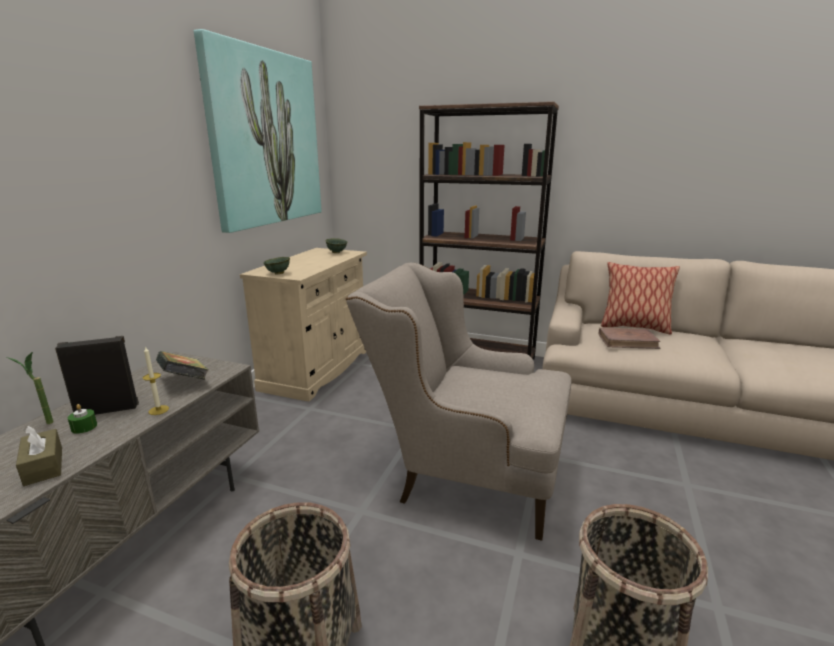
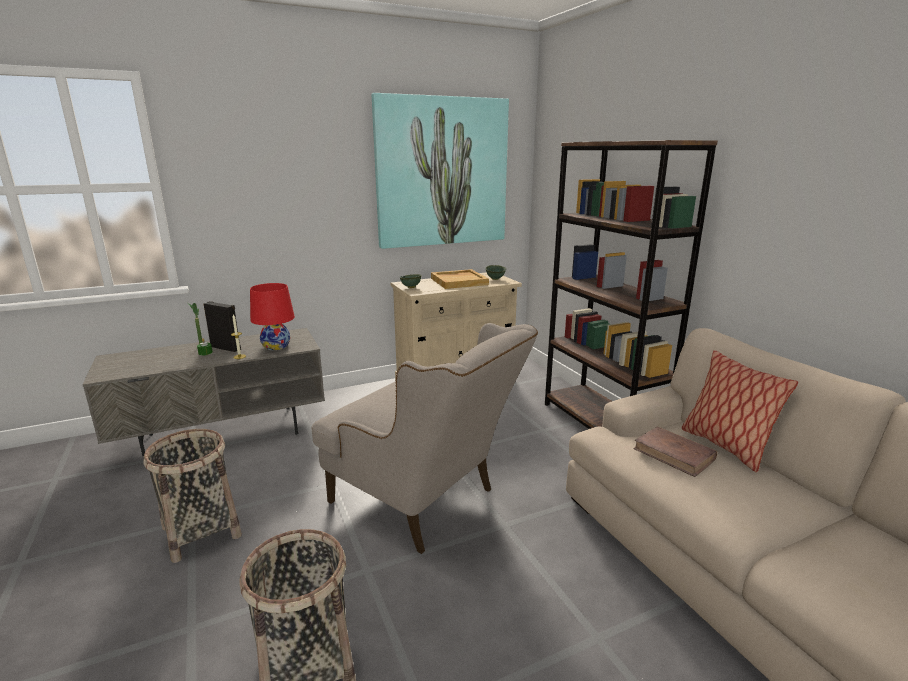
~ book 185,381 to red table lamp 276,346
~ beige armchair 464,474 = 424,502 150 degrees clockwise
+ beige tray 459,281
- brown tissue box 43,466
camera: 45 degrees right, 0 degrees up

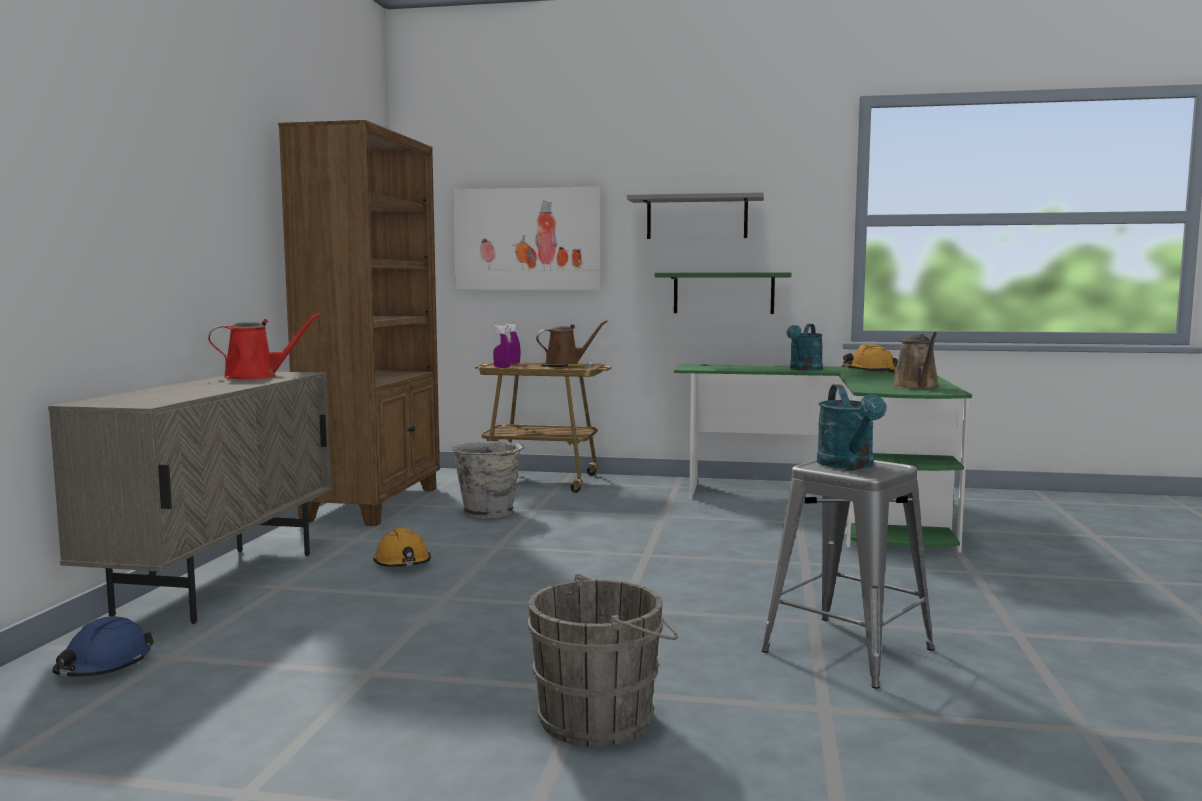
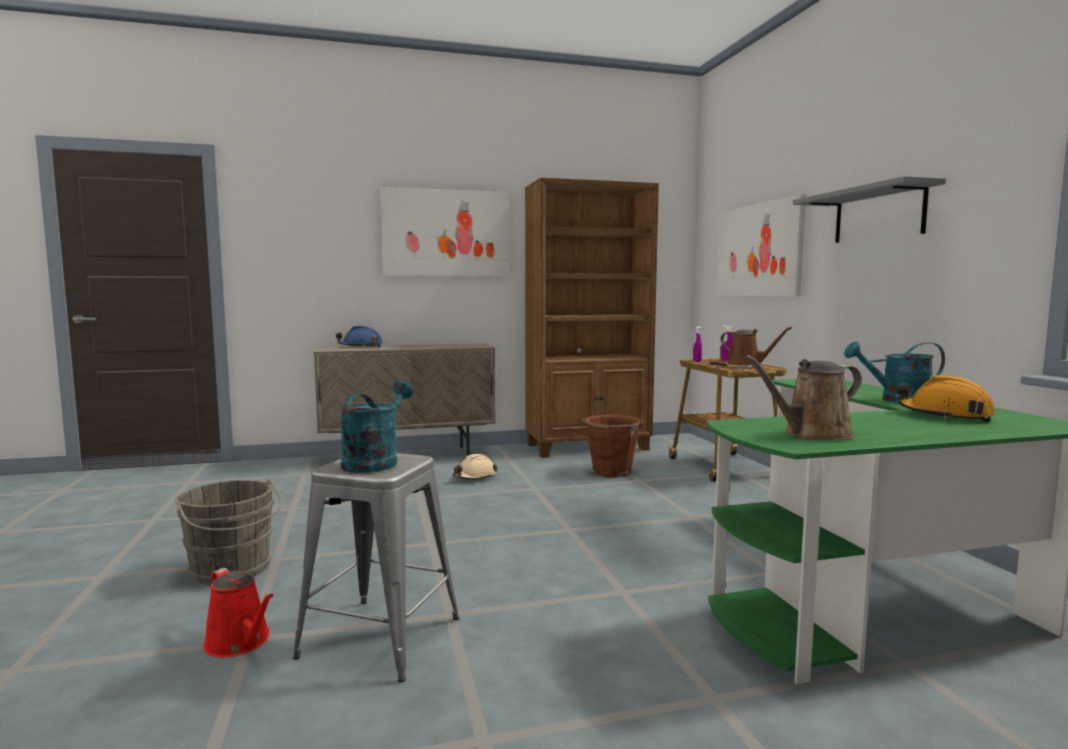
~ red watering can 256,376 to 240,643
~ blue hard hat 104,666 to 360,347
~ turquoise watering can 849,465 = 375,461 135 degrees clockwise
+ picture 446,233
~ orange hard hat 402,563 to beige hard hat 474,477
~ grey bucket 489,513 to brown bucket 611,472
- green shelf 723,293
camera: 65 degrees right, 0 degrees up

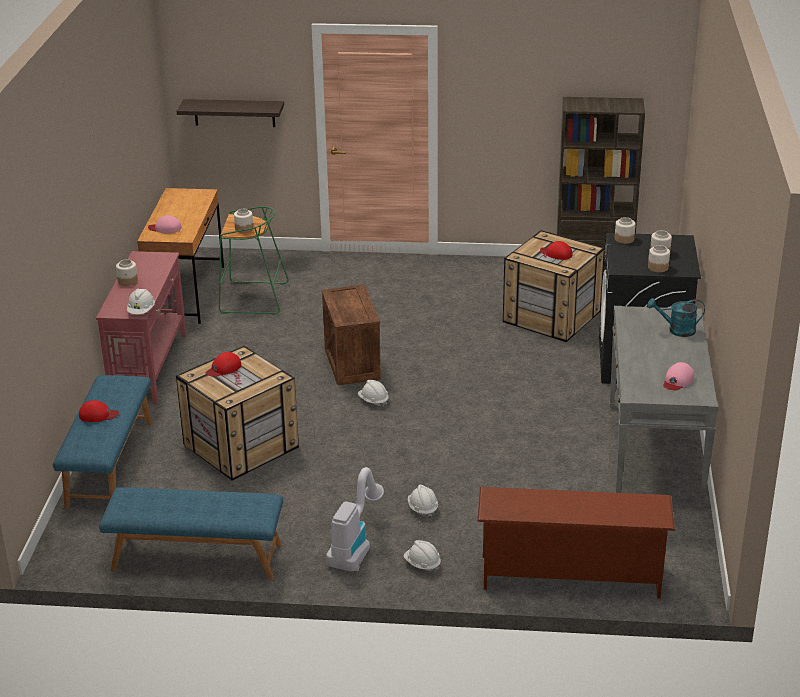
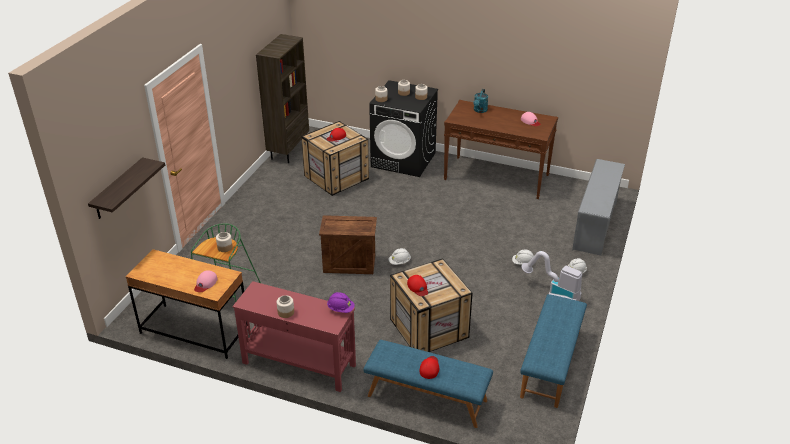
~ white hard hat 141,311 to purple hard hat 340,309
~ grey console table 654,456 to brown console table 497,177
~ brown shoe rack 570,578 to grey shoe rack 596,226
camera: 75 degrees left, 5 degrees up

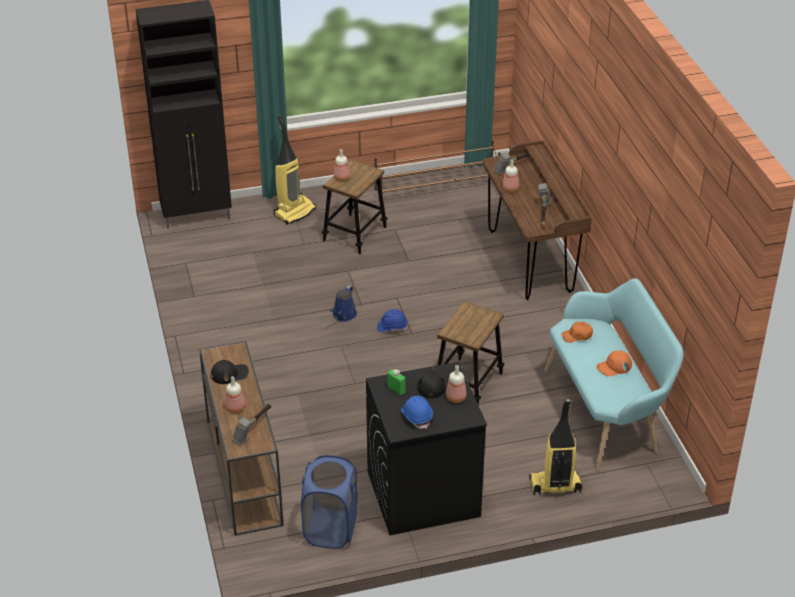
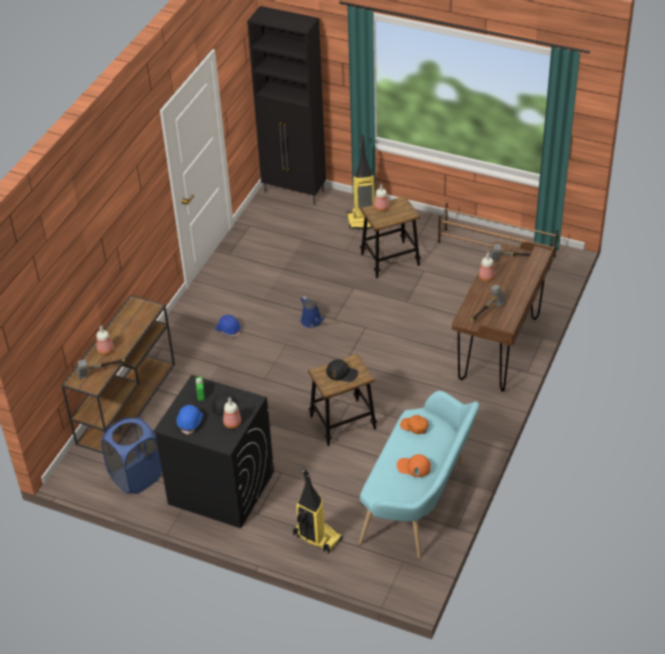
~ blue hard hat 392,327 to 228,330
~ blue watering can 343,315 = 312,322 90 degrees counterclockwise
~ black cap 229,374 to 342,373
camera: 40 degrees right, 5 degrees up

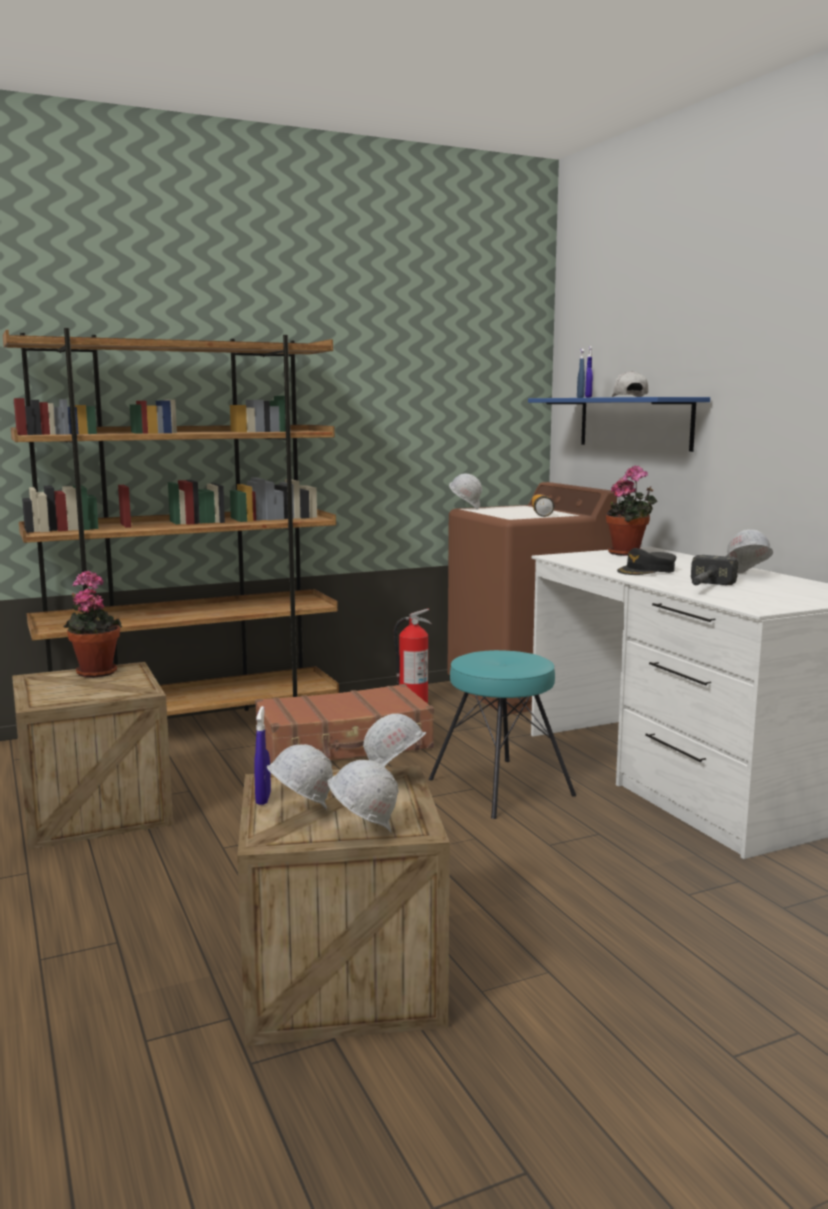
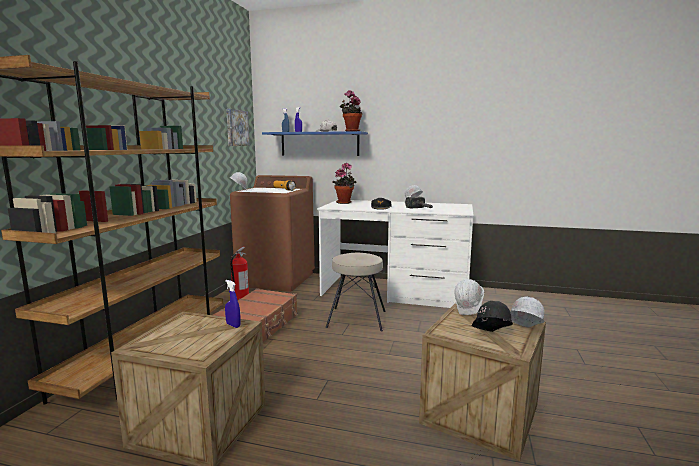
~ blue spray bottle 263,798 to 233,325
+ picture 236,128
~ turquoise stool 499,788 to beige stool 357,319
~ potted plant 95,671 to 351,131
~ white hard hat 300,814 to black hard hat 490,337
camera: 50 degrees left, 0 degrees up

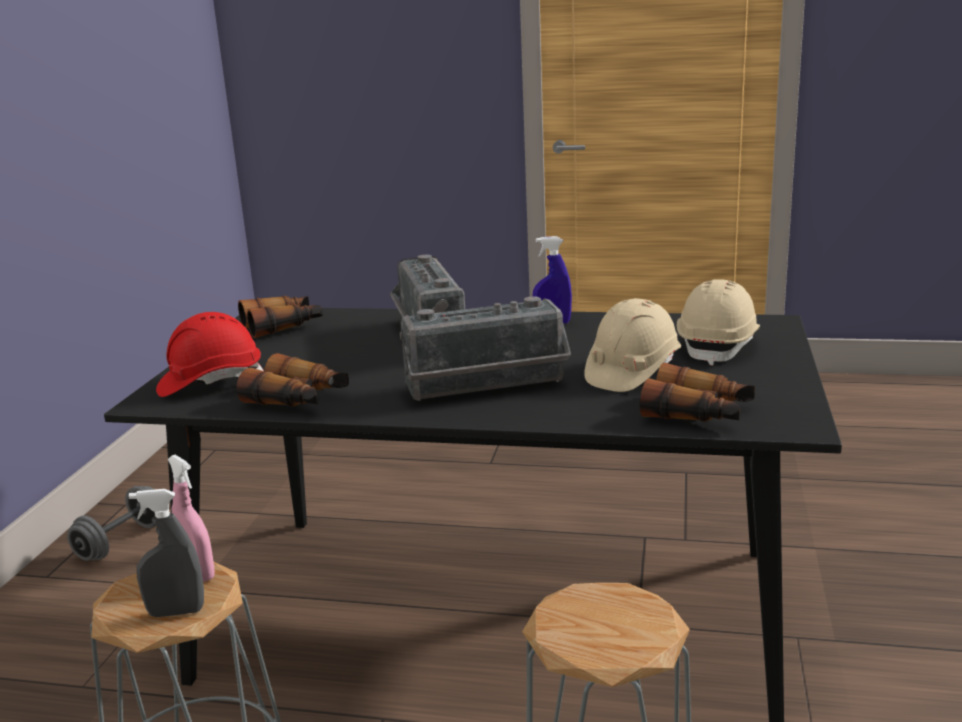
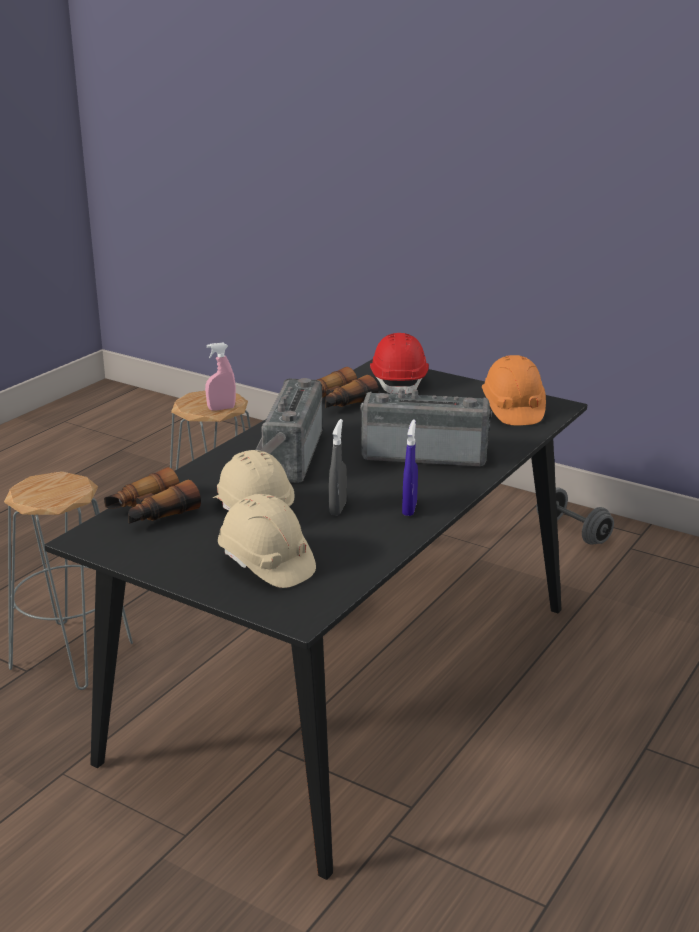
~ grey spray bottle 176,612 to 338,508
~ binoculars 283,326 to orange hard hat 512,410
camera: 110 degrees right, 5 degrees up

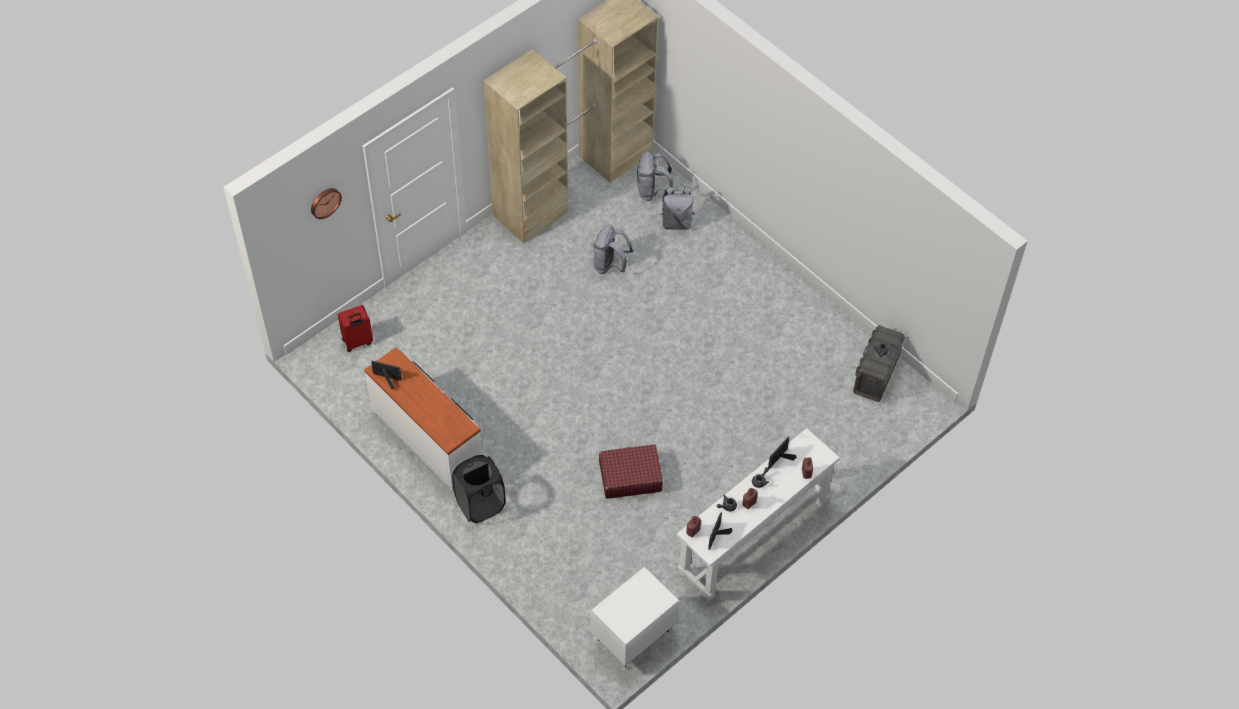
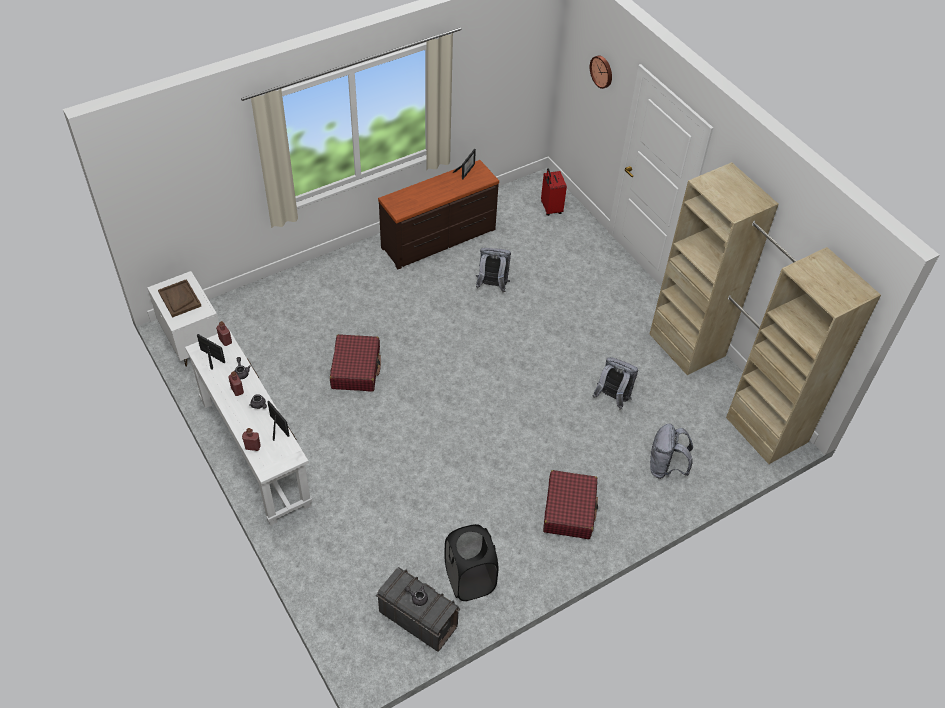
+ brown tray 179,299
~ white dresser 428,438 to brown dresser 439,239
~ black laundry basket 480,504 to 469,579
~ grey backpack 652,191 to 492,286
+ red suitcase 569,510
camera: 100 degrees right, 5 degrees down

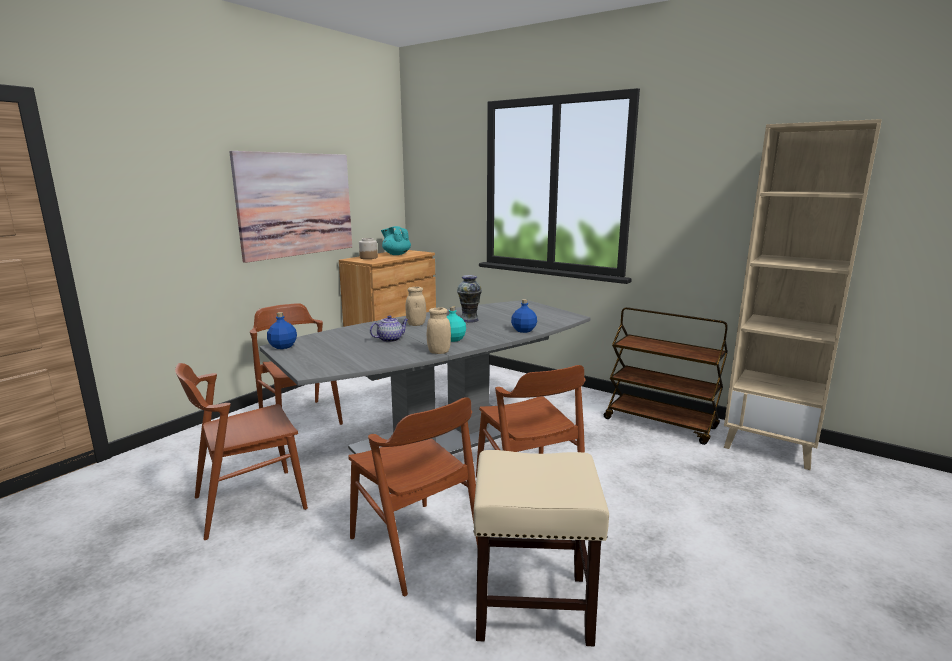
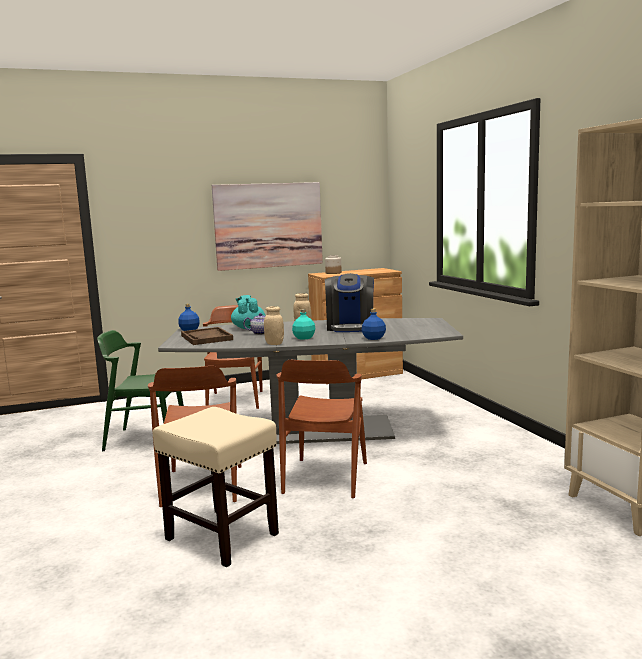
~ brown chair 249,502 to green chair 145,439
+ brown tray 206,338
~ turquoise teapot 396,254 to 248,327
~ vase 469,320 to coffee machine 350,327
- brown cart 661,423
camera: 35 degrees right, 5 degrees down

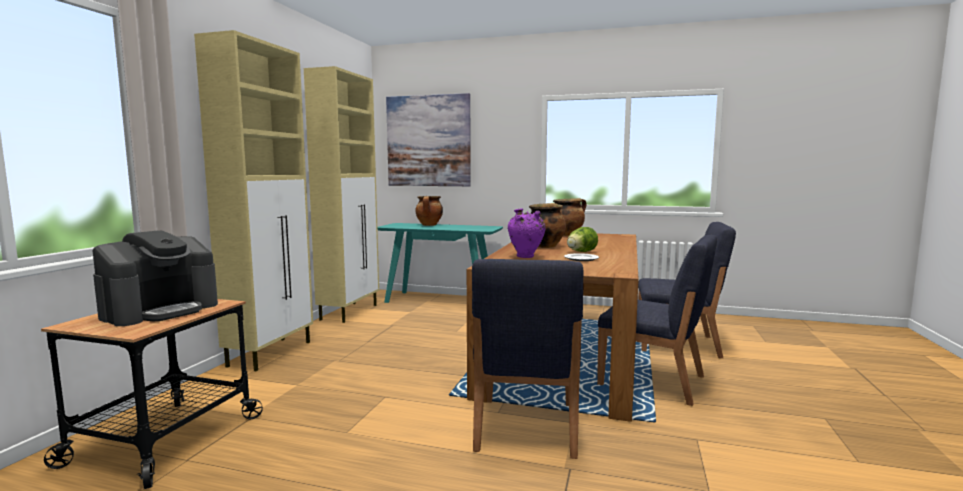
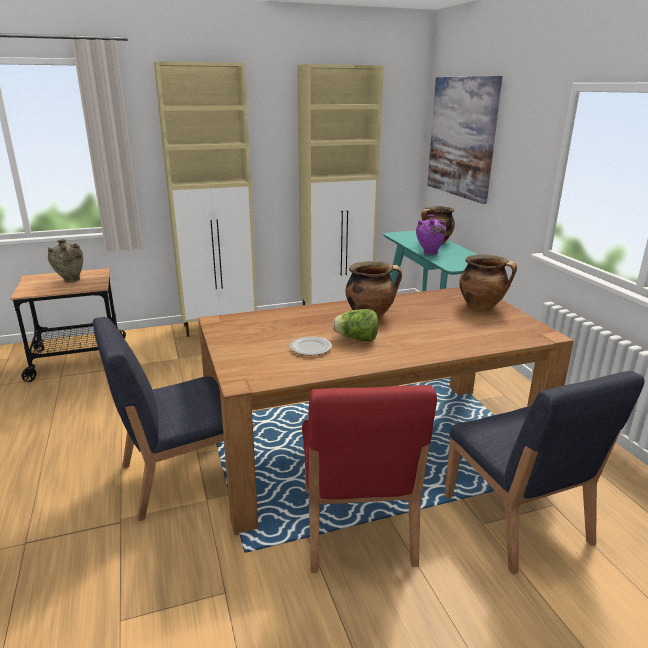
~ coffee machine 161,310 to beige vase 70,281
~ blue chair 653,381 to red chair 356,526
~ purple vase 526,257 to 429,253
camera: 55 degrees right, 15 degrees up

